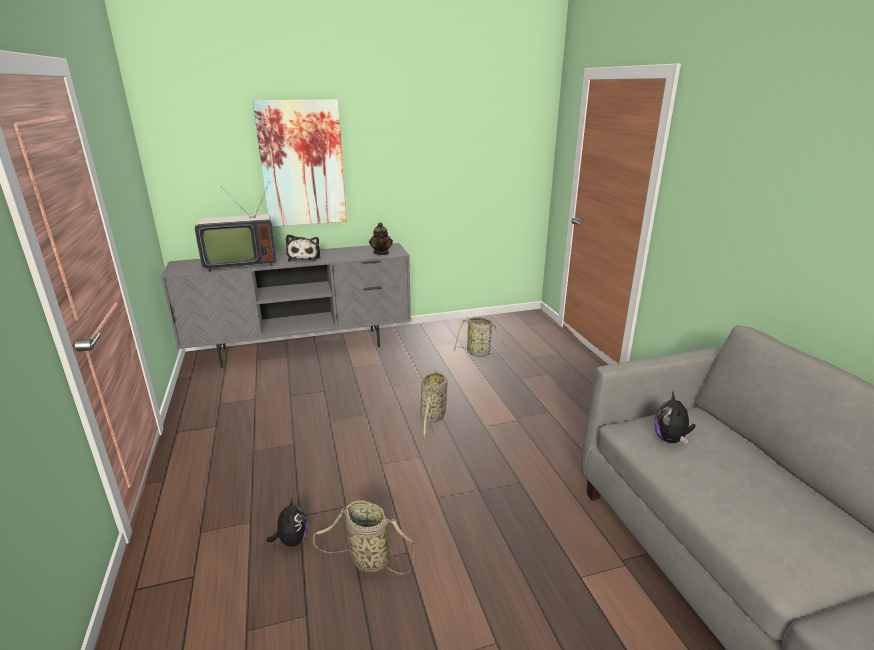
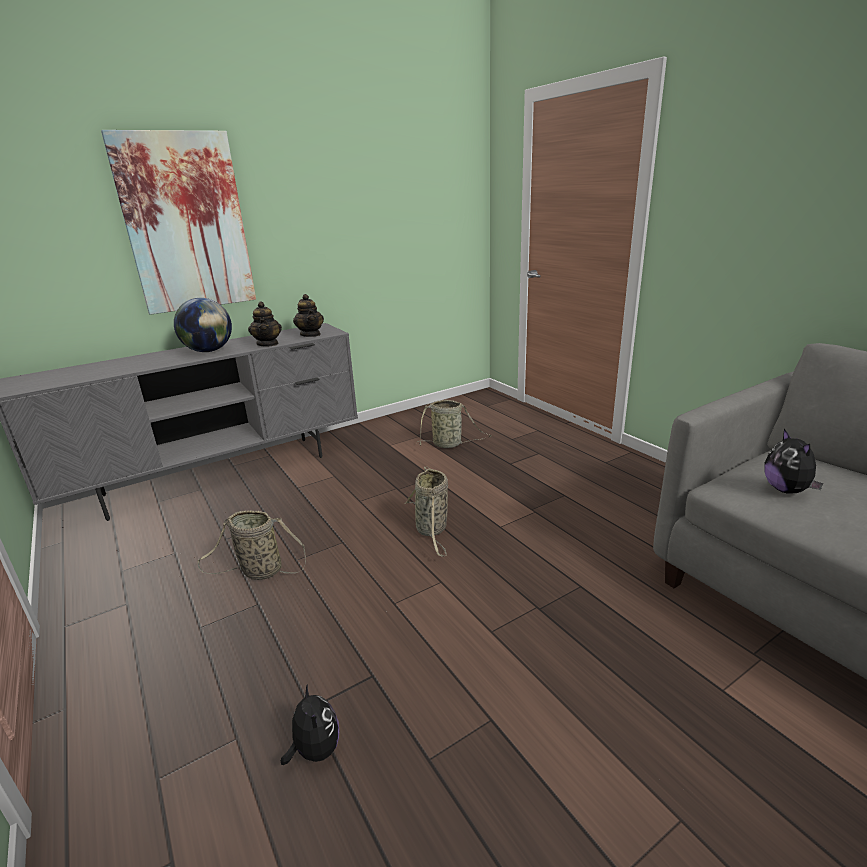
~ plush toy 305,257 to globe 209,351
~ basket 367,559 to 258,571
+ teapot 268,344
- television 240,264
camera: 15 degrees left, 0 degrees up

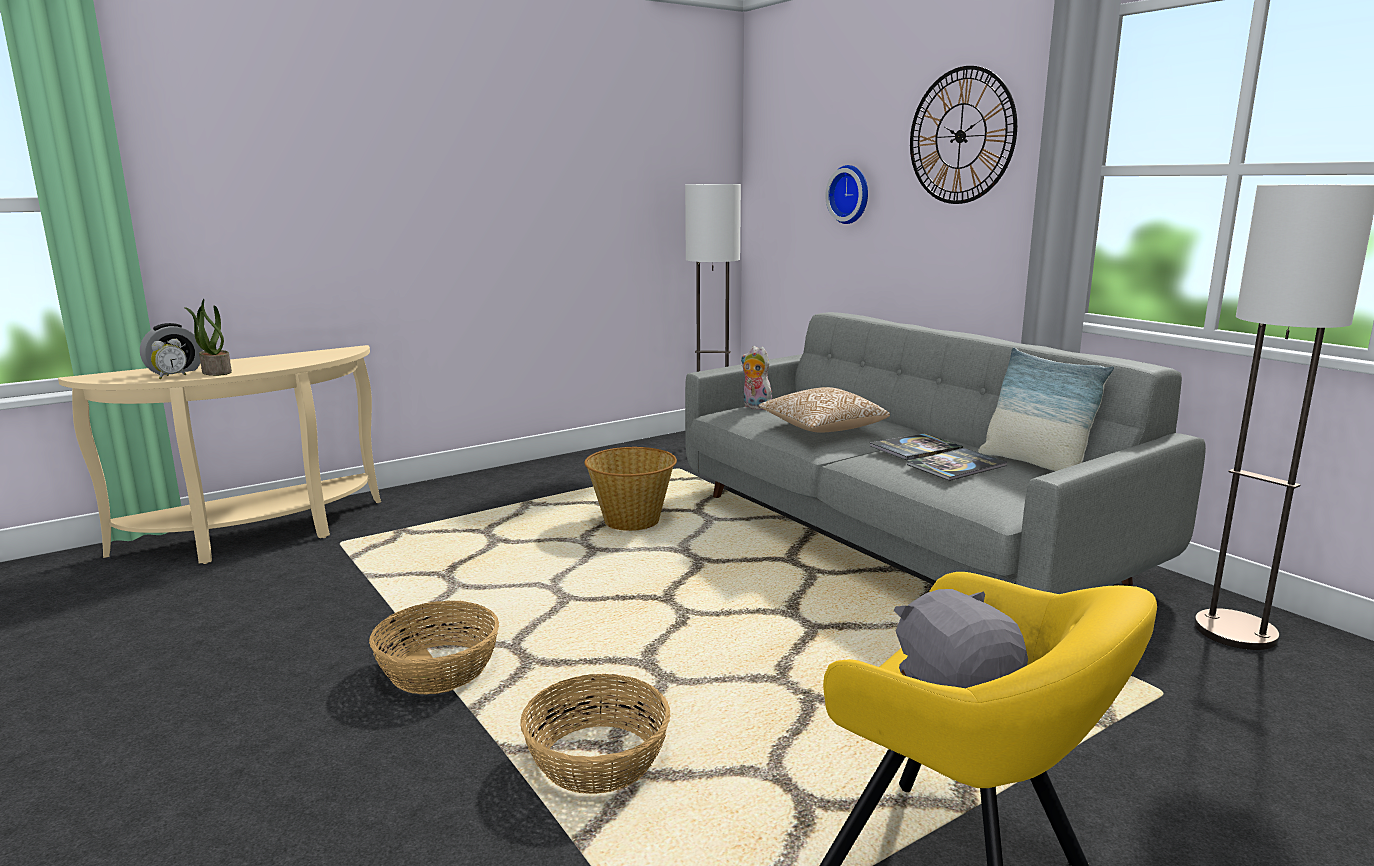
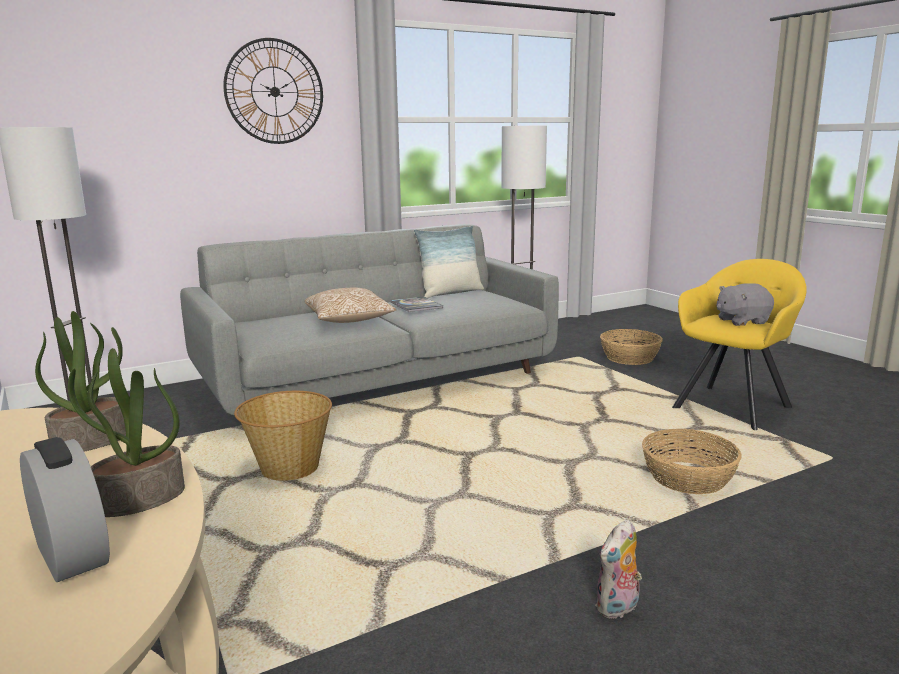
+ potted plant 91,440
~ plush toy 755,407 to 618,608
~ basket 440,669 to 629,358
- alarm clock 171,376
- wall clock 850,194
- book 956,466
camera: 85 degrees left, 0 degrees up

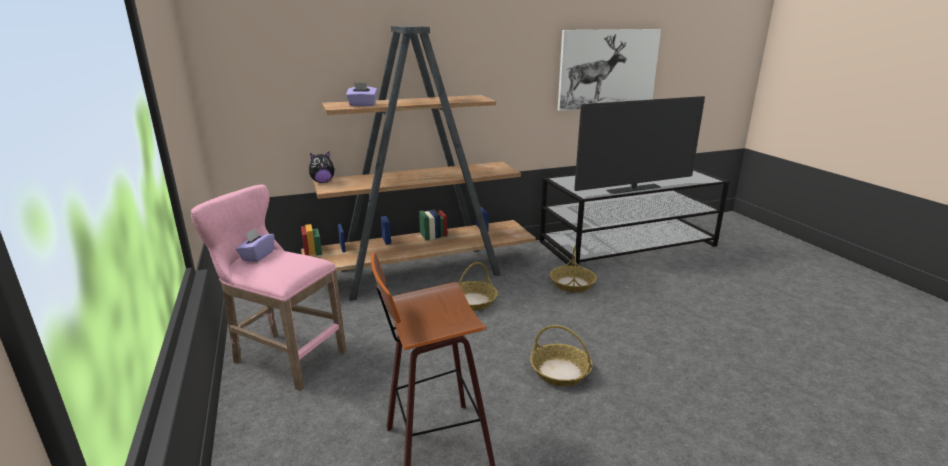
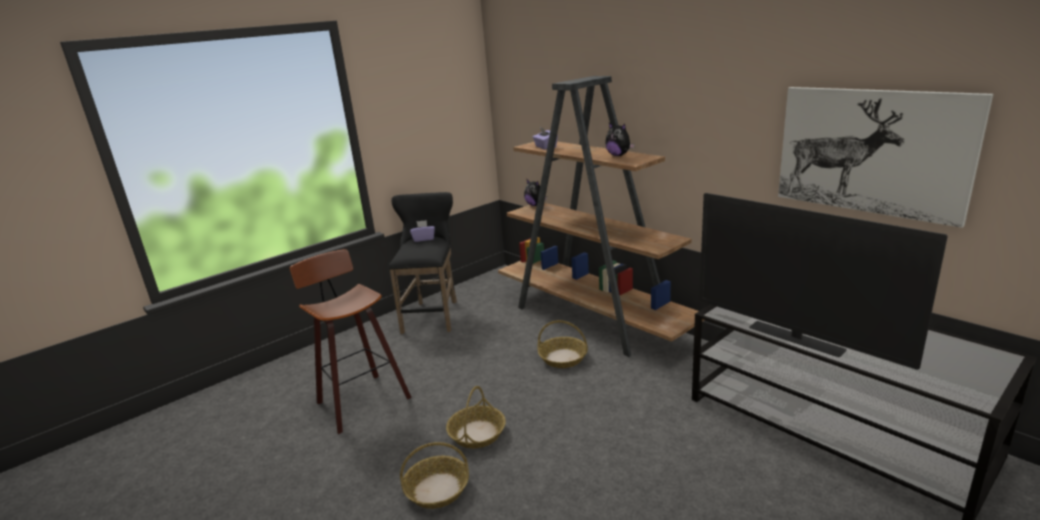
~ pink stool 283,356 to black stool 433,314
~ basket 572,284 to 437,489
+ plush toy 618,155
camera: 70 degrees right, 0 degrees up

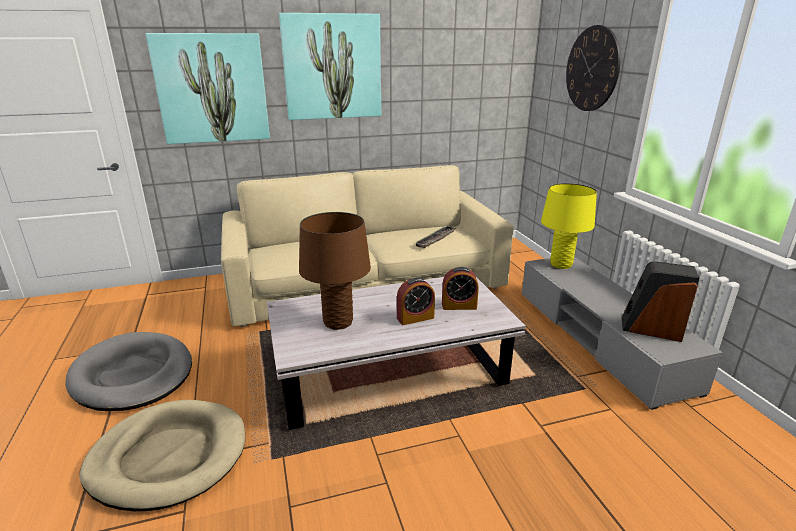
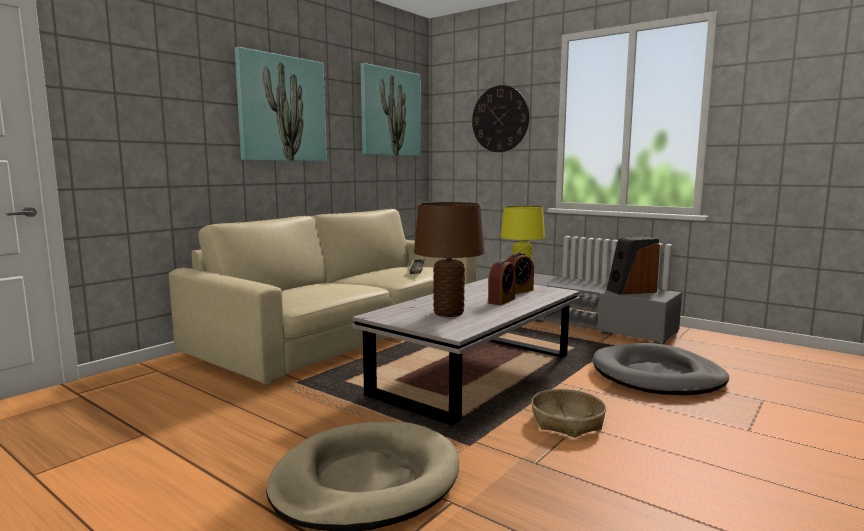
~ picture 212,89 to 390,112
+ basket 567,422
~ grey dog bed 133,375 to 657,375
camera: 35 degrees left, 15 degrees down

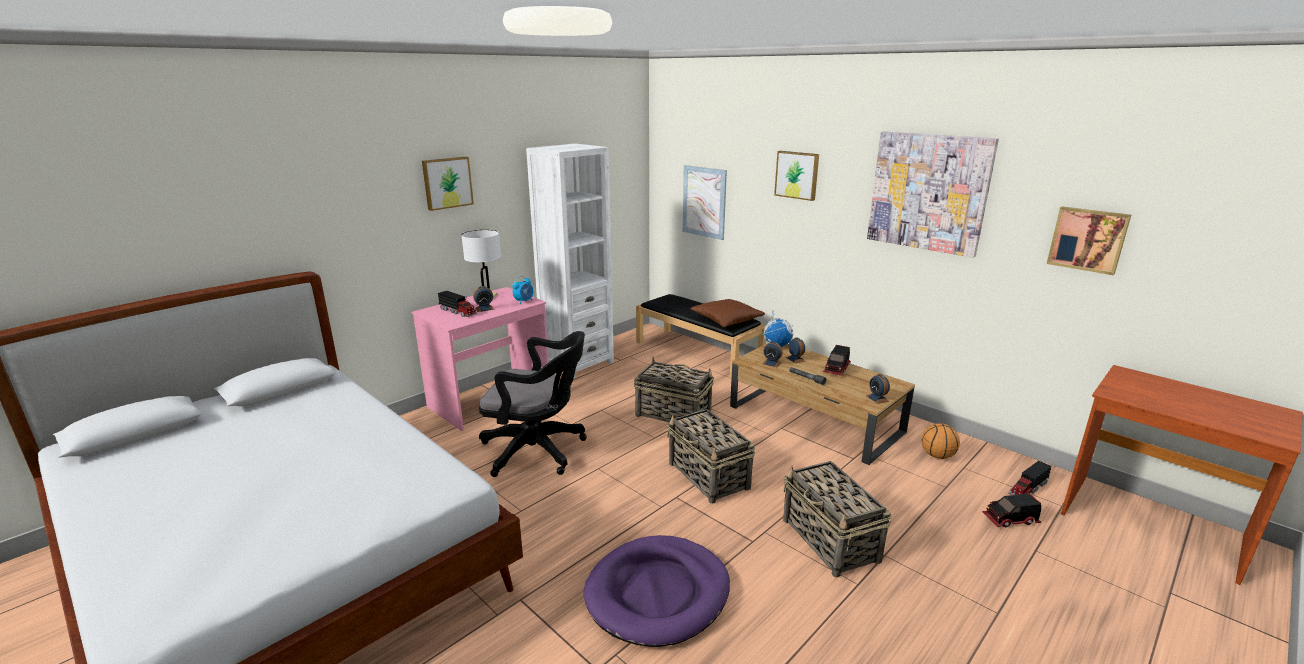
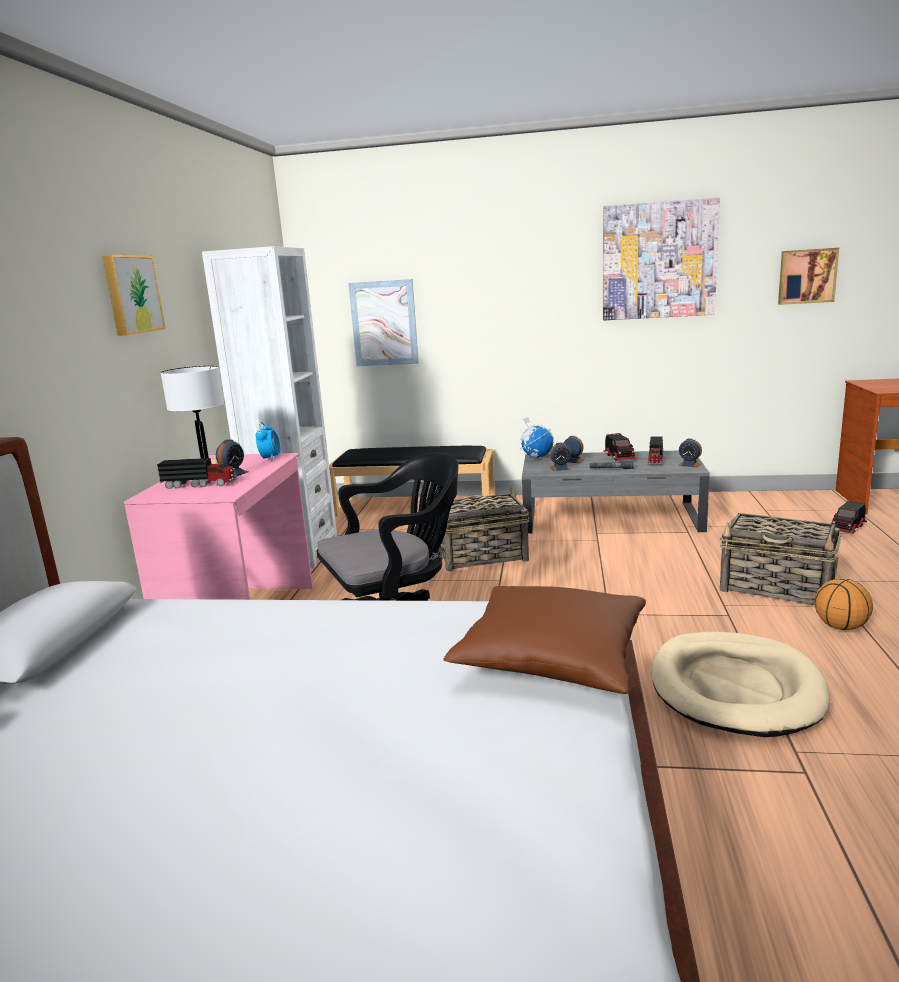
~ brown pillow 726,321 to 552,658
~ brown coffee table 815,419 to grey coffee table 611,518
~ toy truck 1028,488 to 655,459
~ purple dog bed 658,593 to beige dog bed 735,688
~ basketball 938,456 to 841,627
- basket 709,476
- picture 797,175
camera: 35 degrees left, 5 degrees down

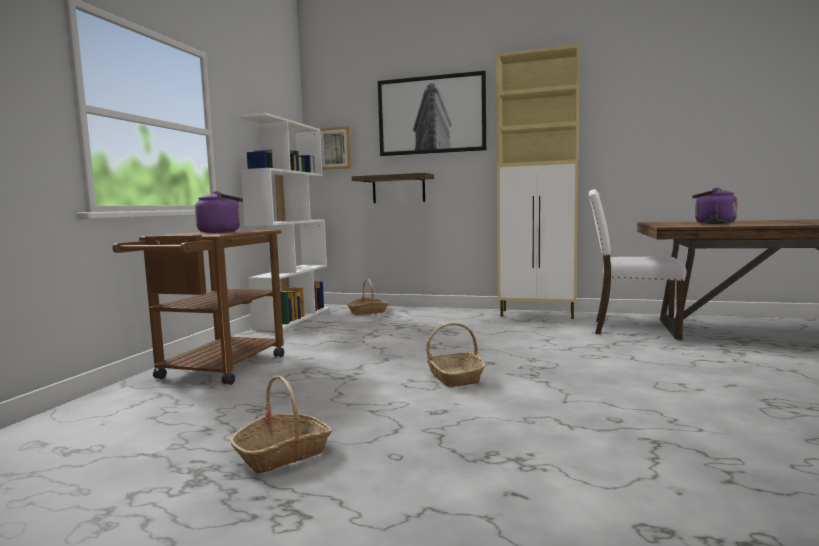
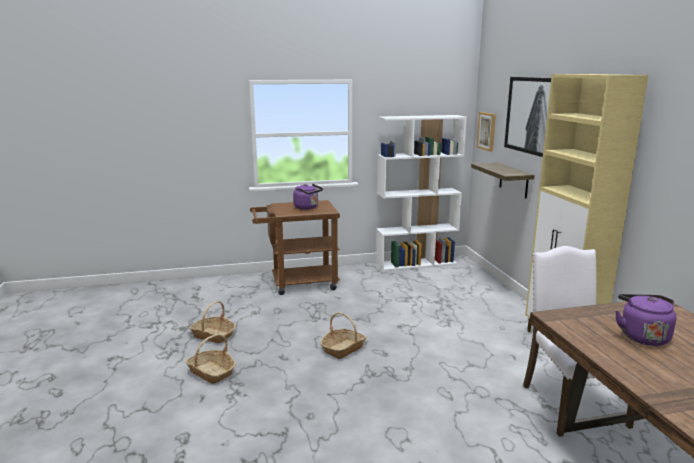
~ basket 368,312 to 211,372
camera: 60 degrees right, 10 degrees up

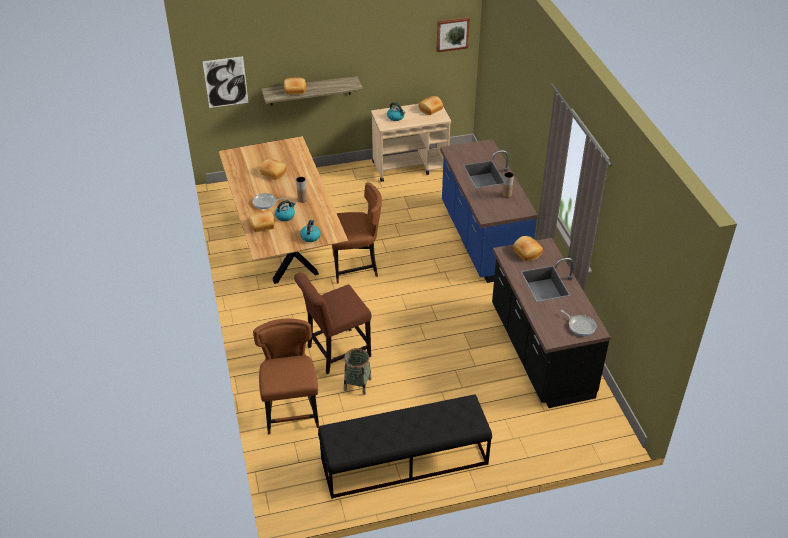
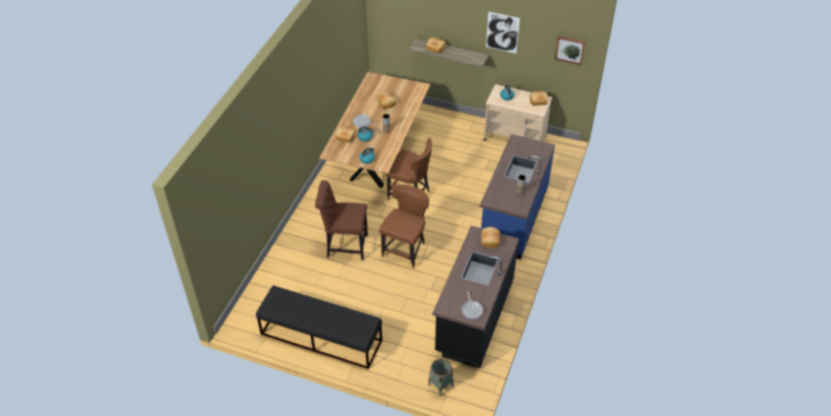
~ brown chair 291,411 to 405,250
~ basket 357,384 to 440,385
~ picture 225,82 to 502,32
camera: 35 degrees right, 5 degrees up

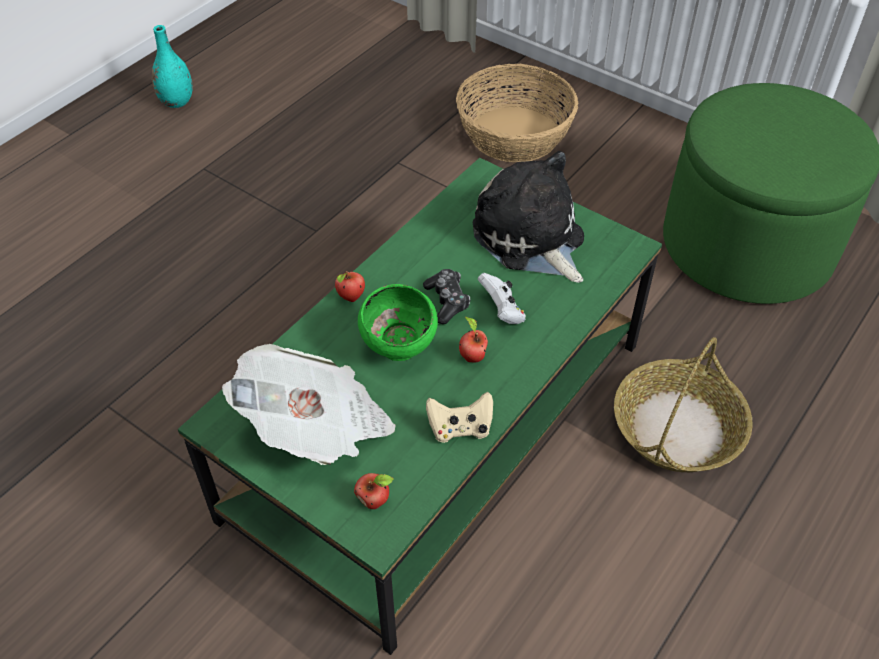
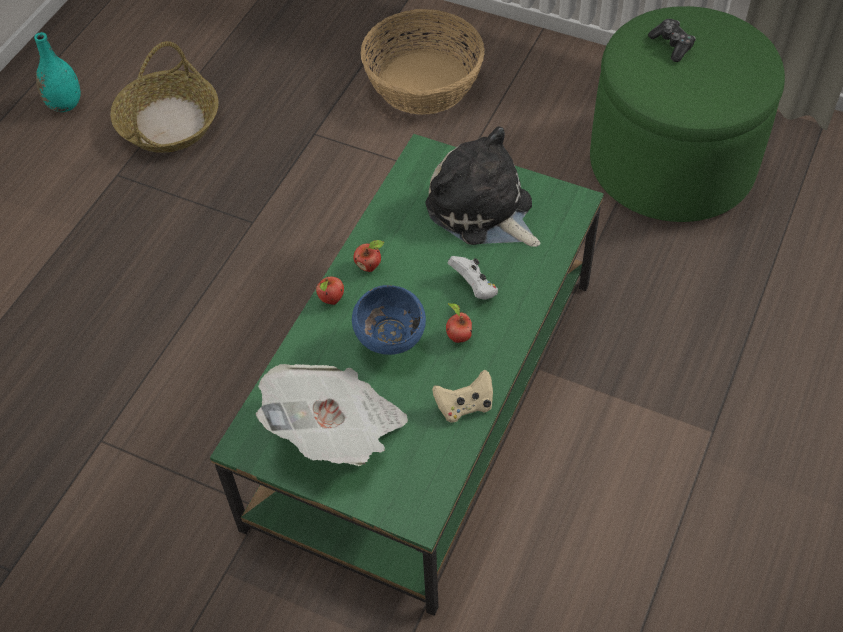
~ basket 677,428 to 169,123
~ green bowl 400,351 to blue bowl 392,344
~ apple 375,501 to 370,266
~ game controller 447,301 to 672,45
camera: 10 degrees left, 5 degrees up

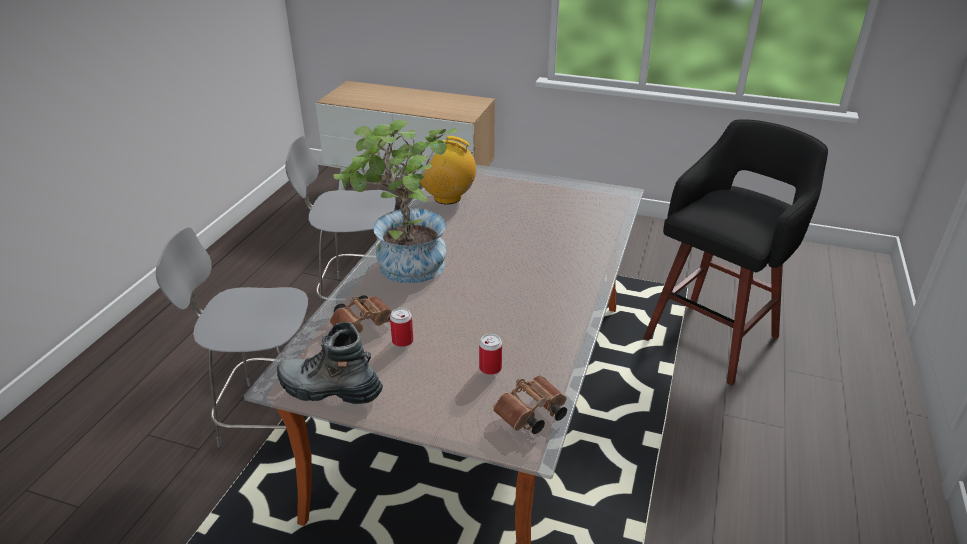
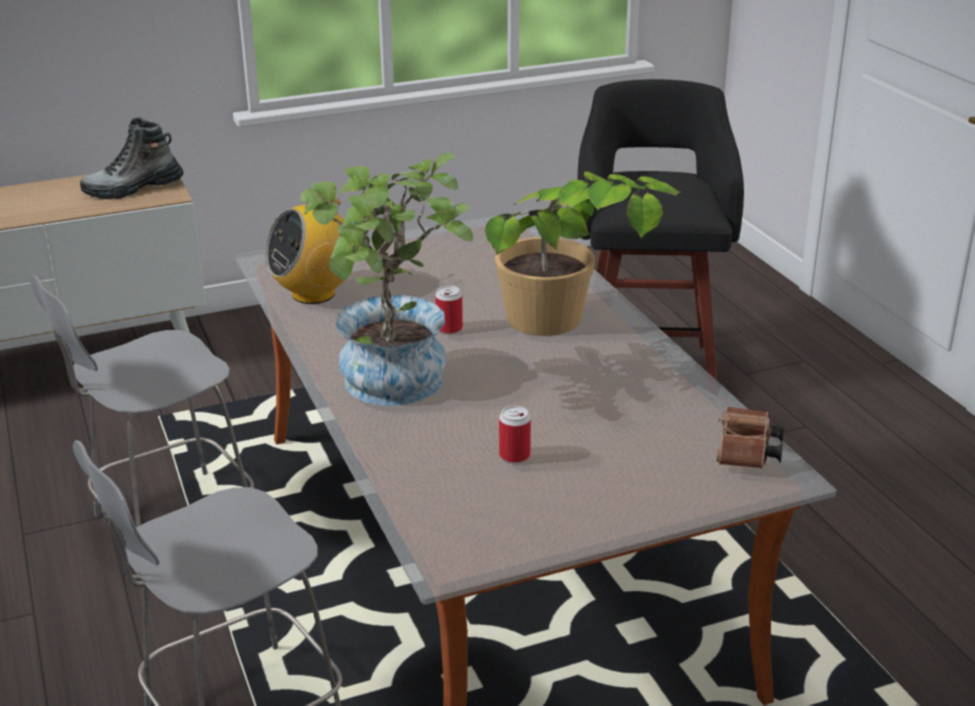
~ boot 329,389 to 133,189
~ can 490,368 to 449,329
+ potted plant 567,334
- brown binoculars 363,324
camera: 40 degrees left, 5 degrees down

